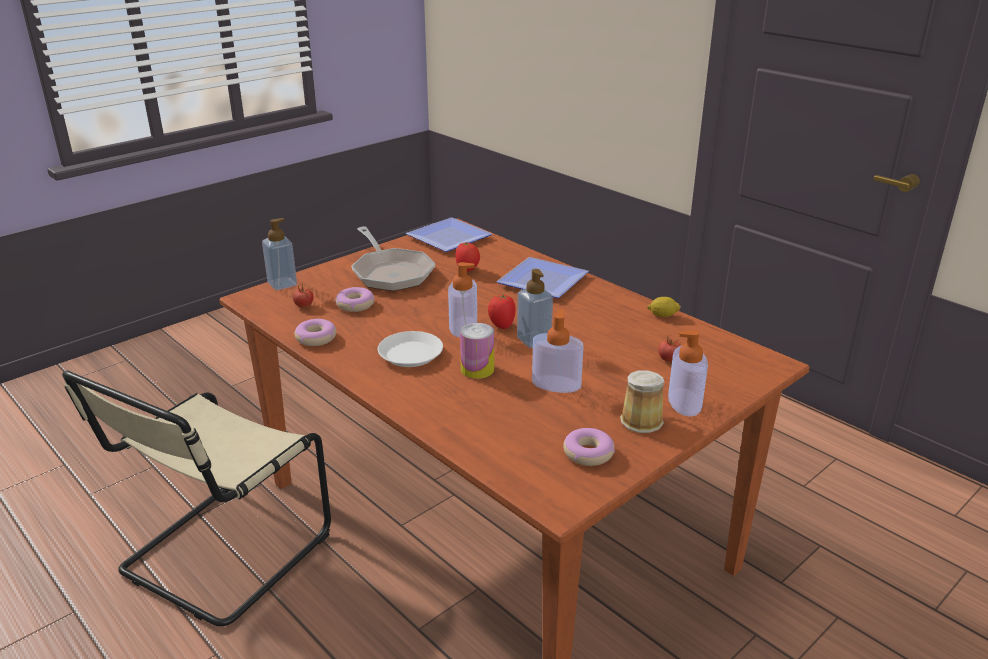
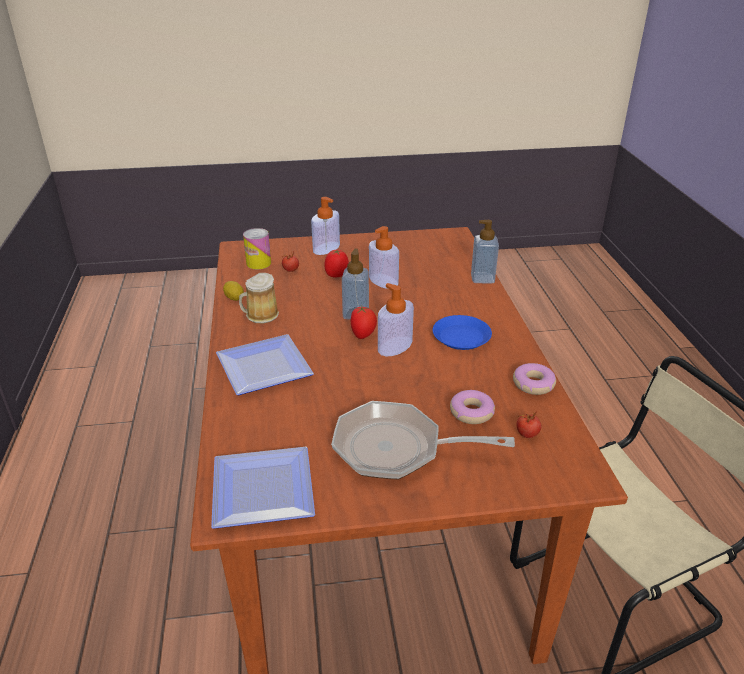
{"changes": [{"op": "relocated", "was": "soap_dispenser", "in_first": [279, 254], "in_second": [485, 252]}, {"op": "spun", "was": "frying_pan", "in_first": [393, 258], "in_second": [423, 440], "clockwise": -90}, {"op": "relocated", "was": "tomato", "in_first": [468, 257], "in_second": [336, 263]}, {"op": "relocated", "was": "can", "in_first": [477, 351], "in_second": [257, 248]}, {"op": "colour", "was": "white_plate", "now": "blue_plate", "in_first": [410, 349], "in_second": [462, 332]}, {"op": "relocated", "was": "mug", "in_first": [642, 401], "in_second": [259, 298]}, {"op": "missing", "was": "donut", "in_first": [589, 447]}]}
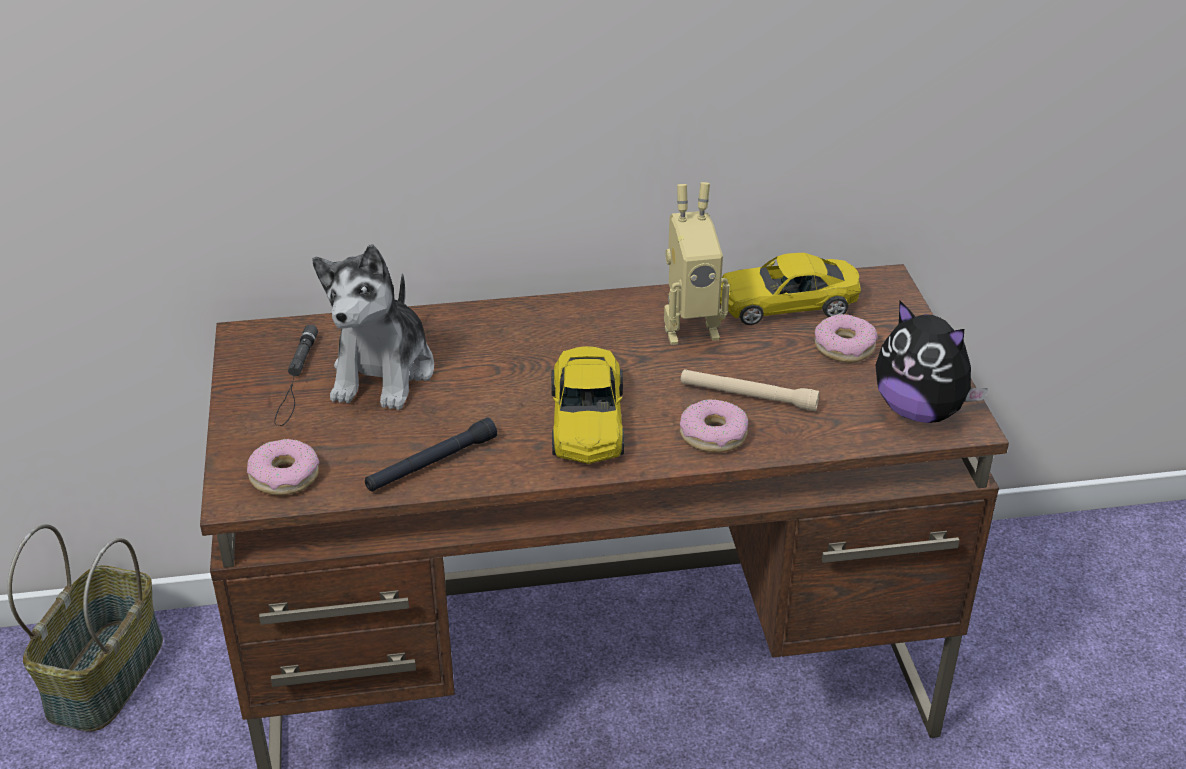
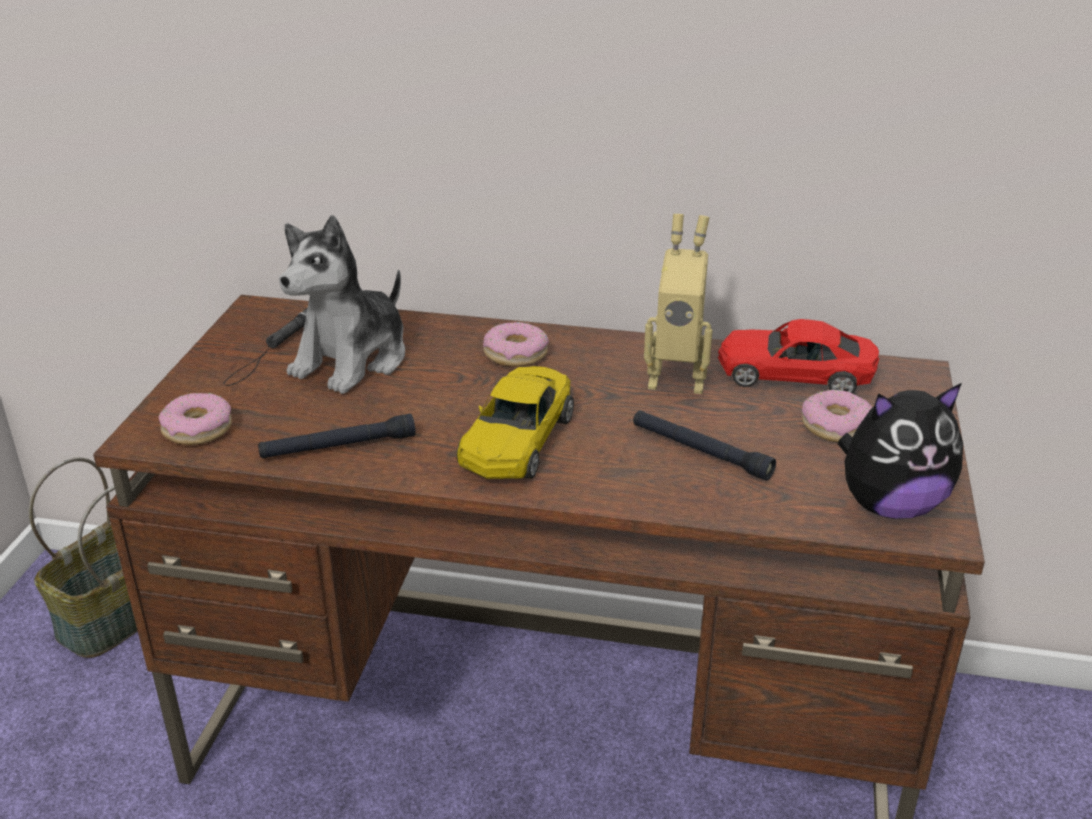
{"changes": [{"op": "colour", "was": "yellow_toy_car", "now": "red_toy_car", "in_first": [790, 289], "in_second": [798, 356]}, {"op": "spun", "was": "plush_toy", "in_first": [932, 361], "in_second": [900, 451], "clockwise": -75}, {"op": "colour", "was": "beige_flashlight", "now": "black_flashlight", "in_first": [750, 390], "in_second": [704, 445]}, {"op": "relocated", "was": "donut", "in_first": [714, 426], "in_second": [516, 344]}]}
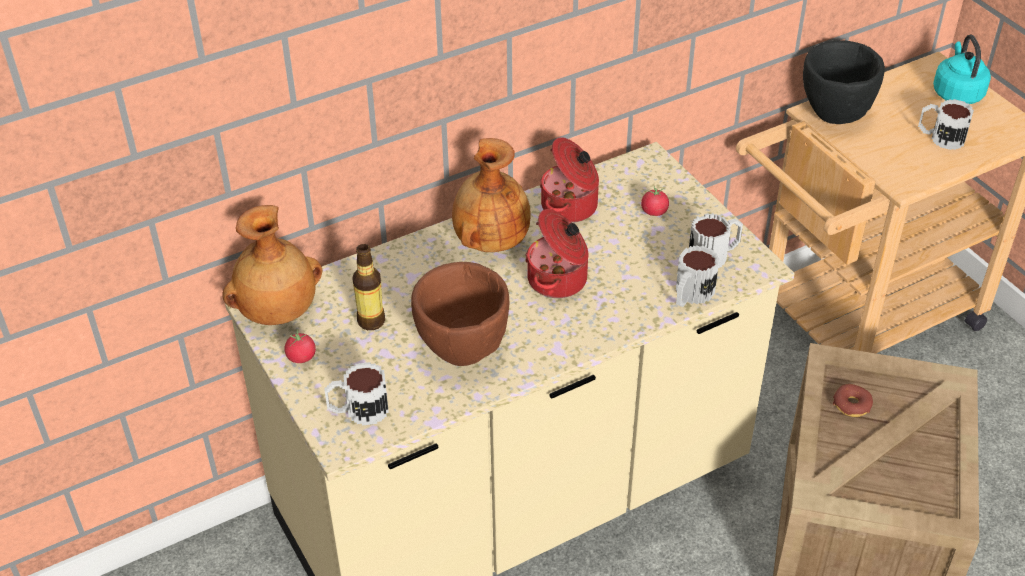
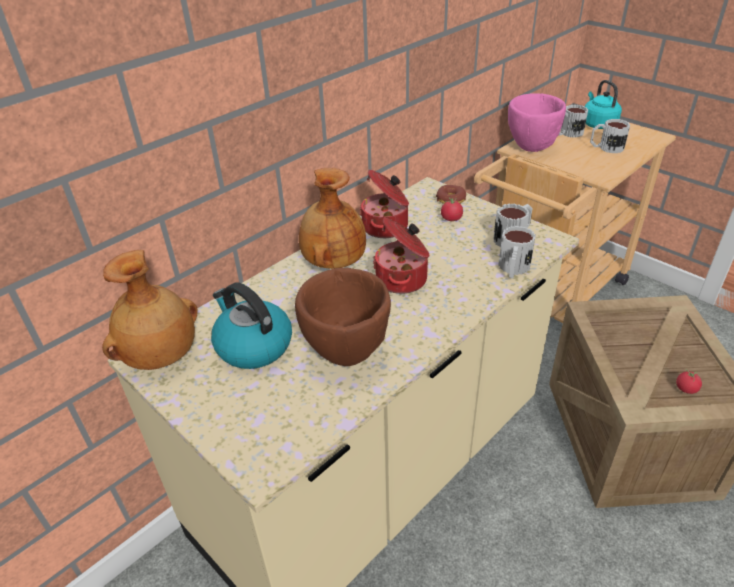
{"changes": [{"op": "colour", "was": "black_bowl", "now": "pink_bowl", "in_first": [844, 82], "in_second": [537, 122]}, {"op": "exchanged", "was": "bottle", "now": "kettle", "in_first": [368, 287], "in_second": [251, 325]}, {"op": "relocated", "was": "tomato", "in_first": [300, 346], "in_second": [689, 381]}, {"op": "relocated", "was": "mug", "in_first": [356, 394], "in_second": [573, 121]}, {"op": "relocated", "was": "donut", "in_first": [853, 400], "in_second": [451, 194]}]}
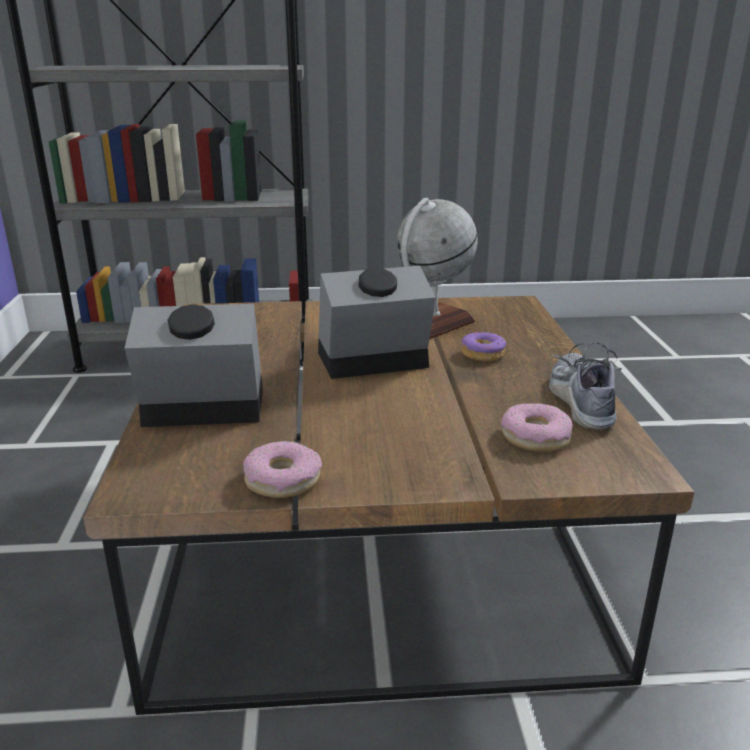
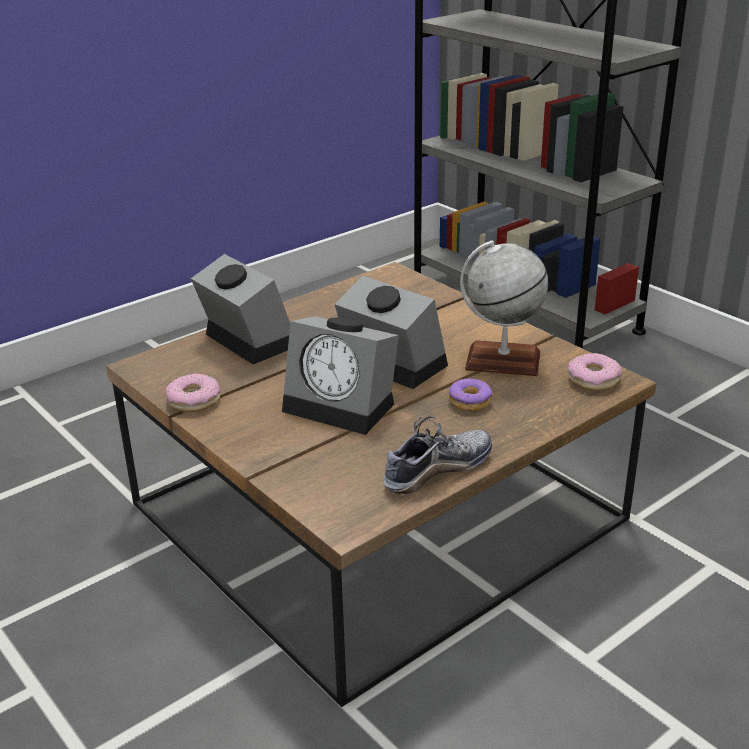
{"changes": [{"op": "relocated", "was": "donut", "in_first": [537, 427], "in_second": [595, 372]}, {"op": "appeared", "now": "alarm_clock", "in_second": [340, 375]}]}
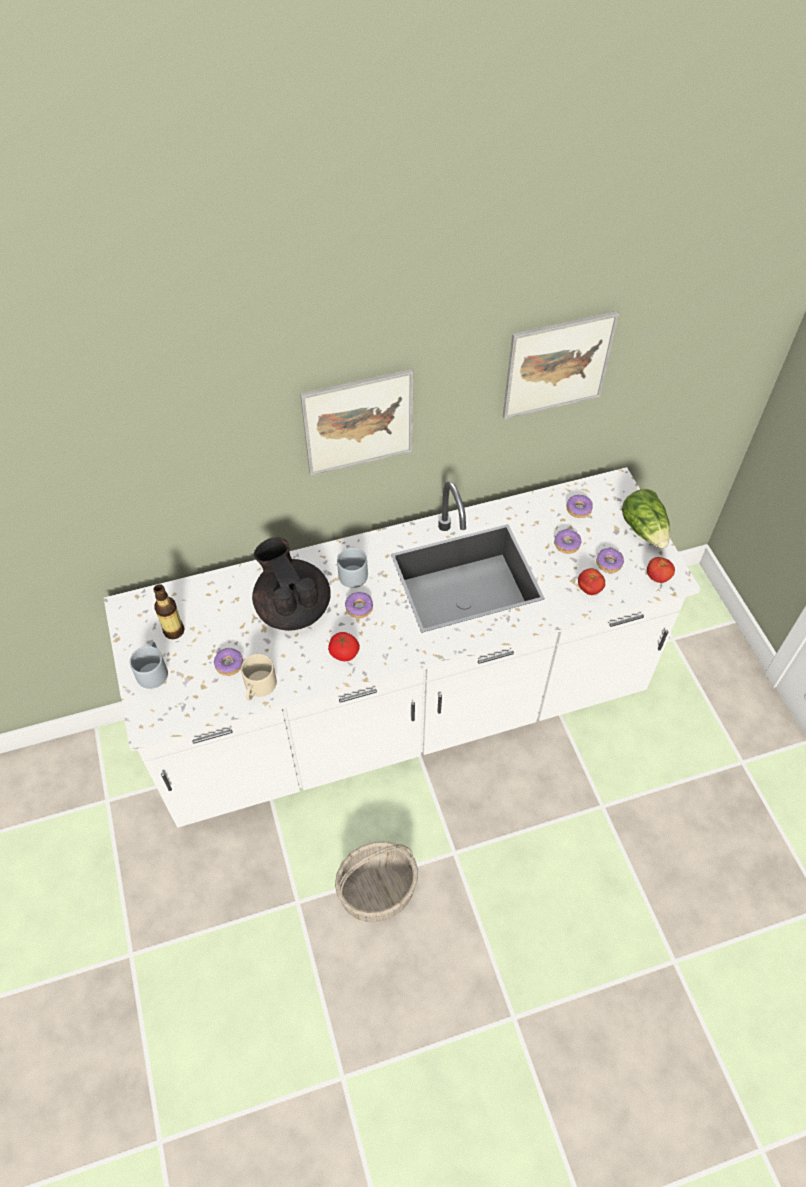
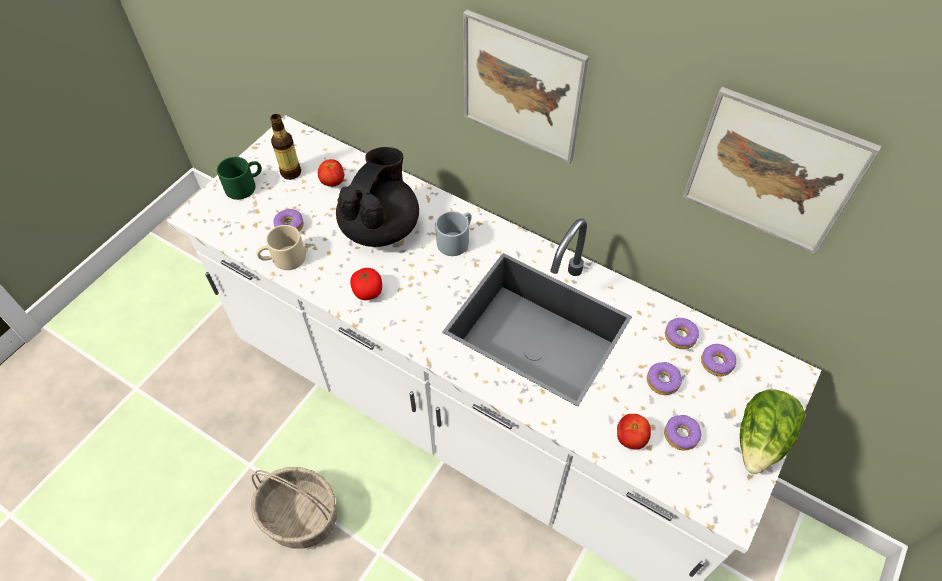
{"changes": [{"op": "relocated", "was": "tomato", "in_first": [661, 570], "in_second": [331, 173]}, {"op": "relocated", "was": "donut", "in_first": [359, 605], "in_second": [682, 333]}, {"op": "colour", "was": "grey_mug", "now": "green_mug", "in_first": [149, 665], "in_second": [239, 178]}]}
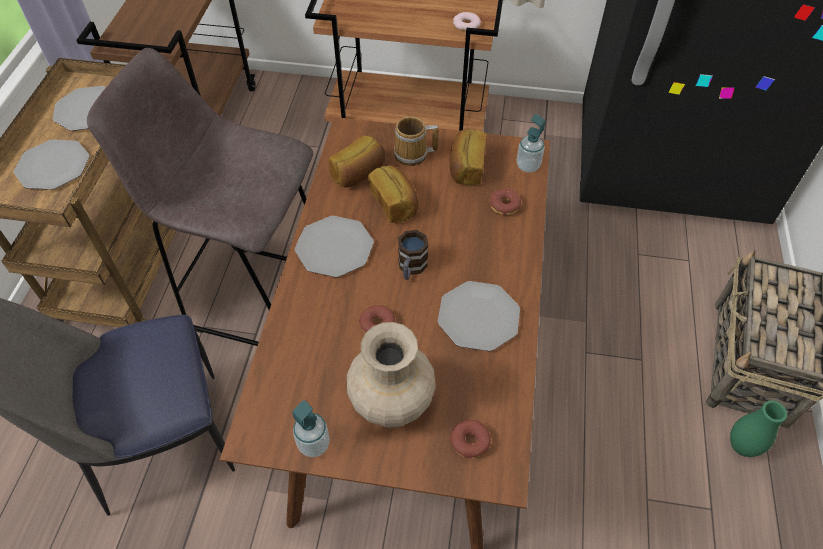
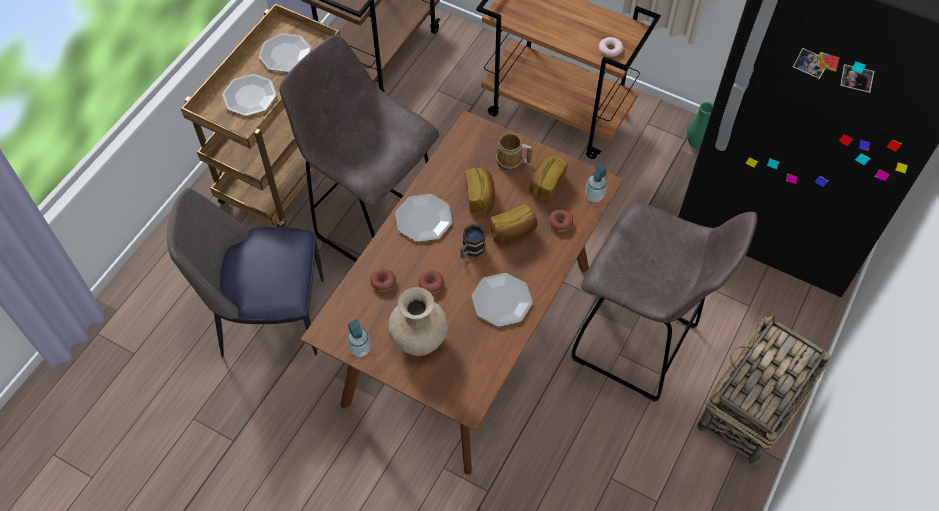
{"changes": [{"op": "relocated", "was": "bread", "in_first": [357, 162], "in_second": [514, 224]}, {"op": "relocated", "was": "green_vase", "in_first": [758, 429], "in_second": [700, 125]}, {"op": "relocated", "was": "donut", "in_first": [470, 439], "in_second": [383, 280]}, {"op": "appeared", "now": "grey_stool", "in_second": [664, 302]}]}
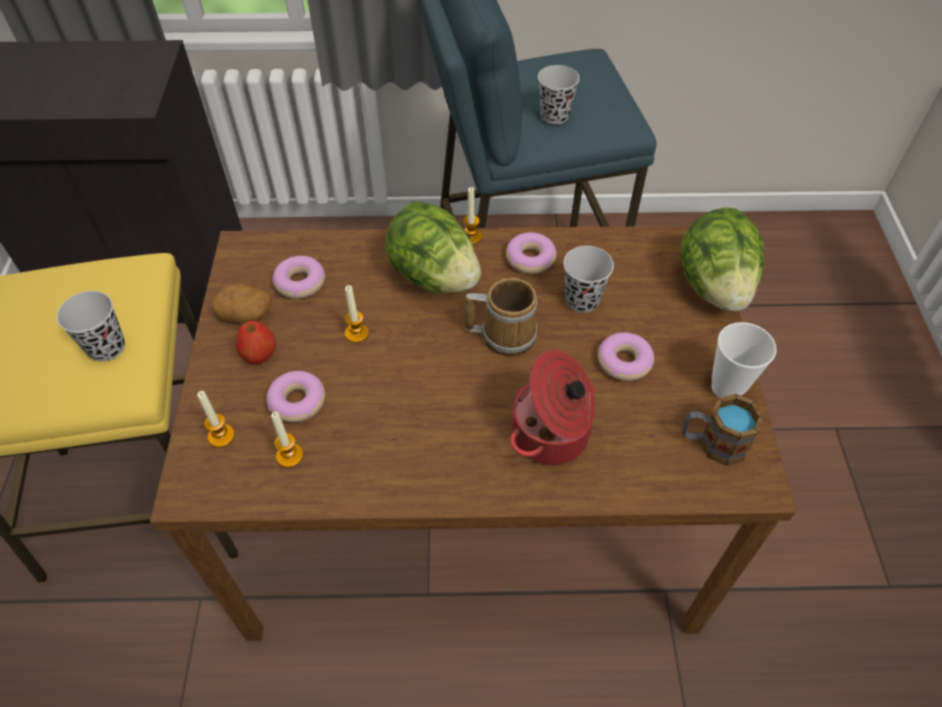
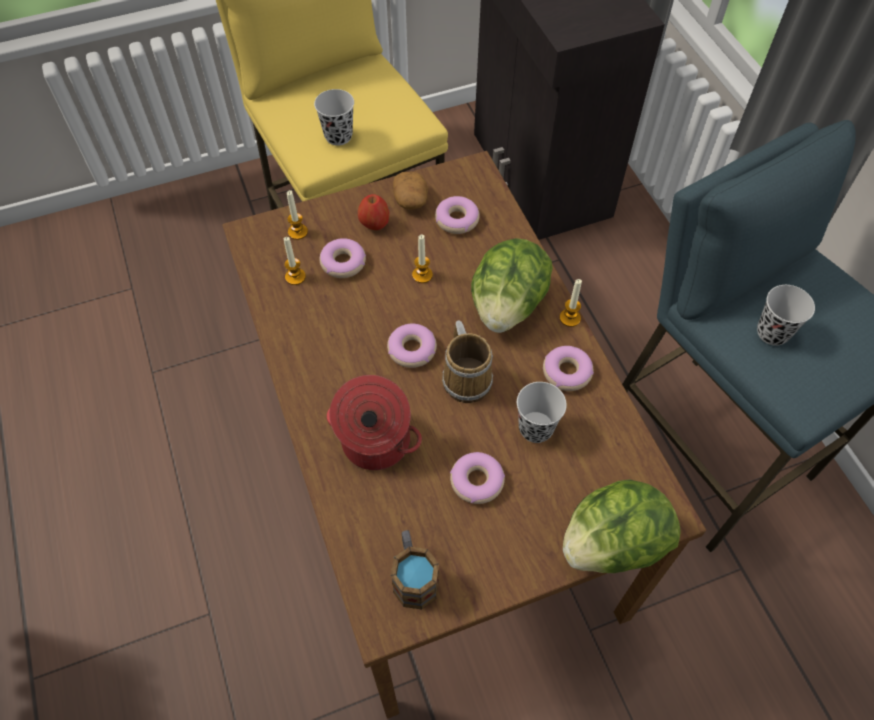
{"changes": [{"op": "missing", "was": "cup", "in_first": [744, 360]}, {"op": "appeared", "now": "donut", "in_second": [412, 346]}]}
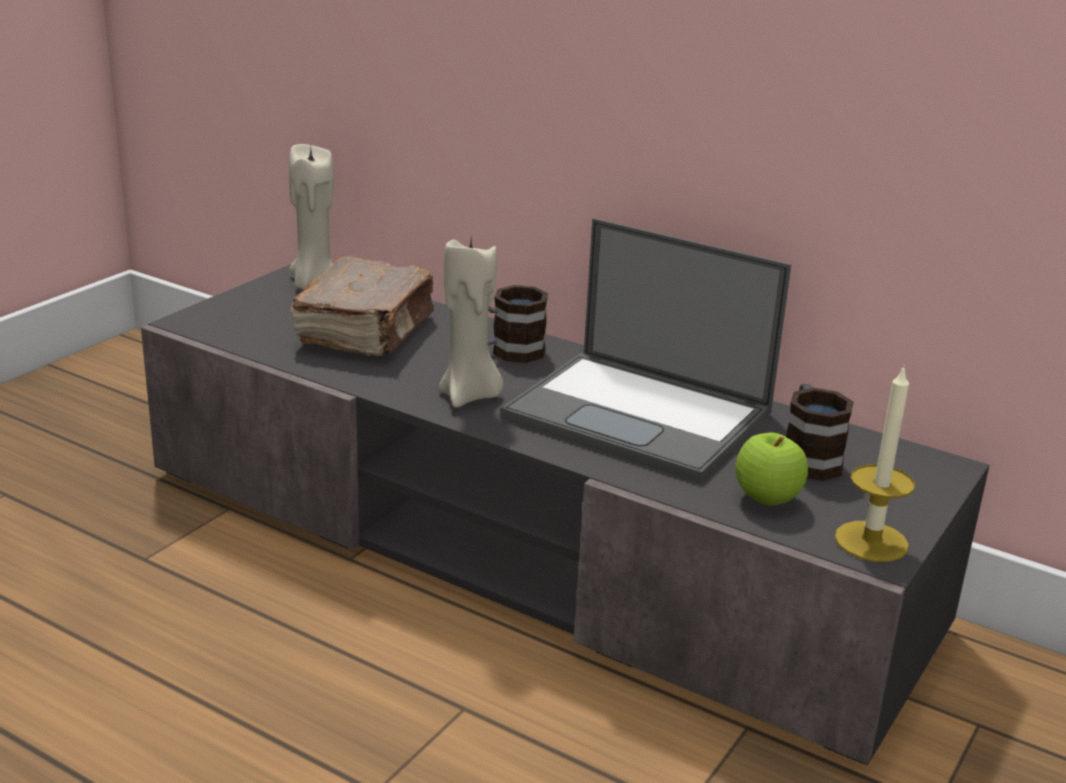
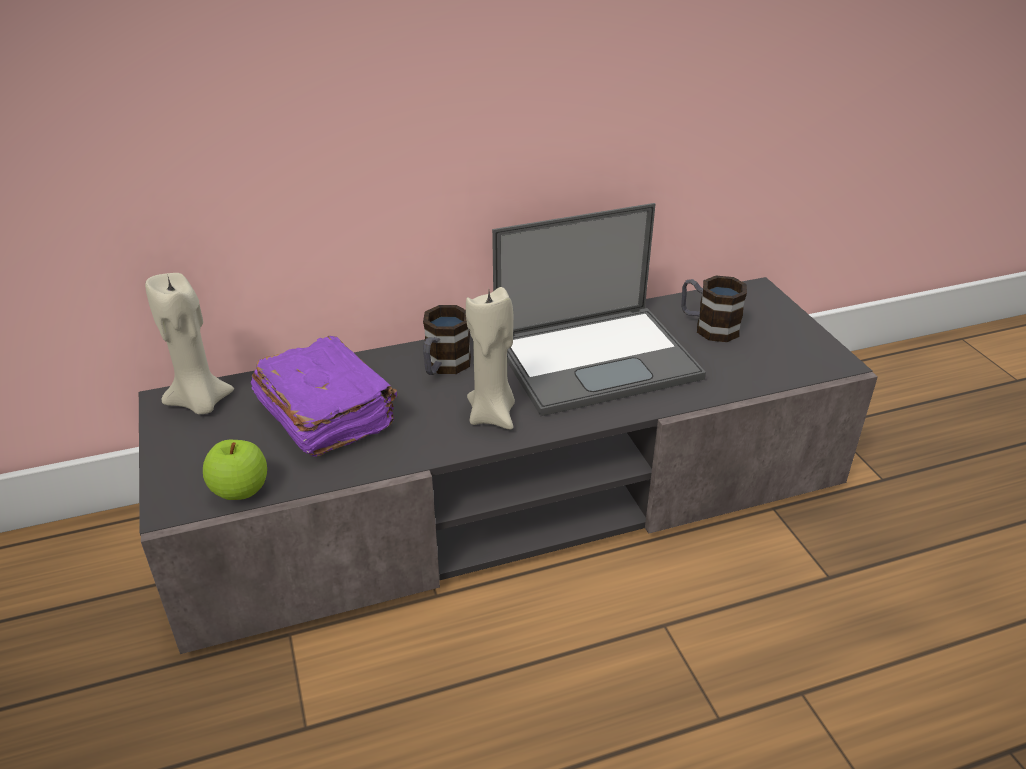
{"changes": [{"op": "colour", "was": "brown_book", "now": "purple_book", "in_first": [363, 306], "in_second": [324, 396]}, {"op": "missing", "was": "candle", "in_first": [875, 464]}, {"op": "relocated", "was": "apple", "in_first": [771, 469], "in_second": [235, 469]}]}
